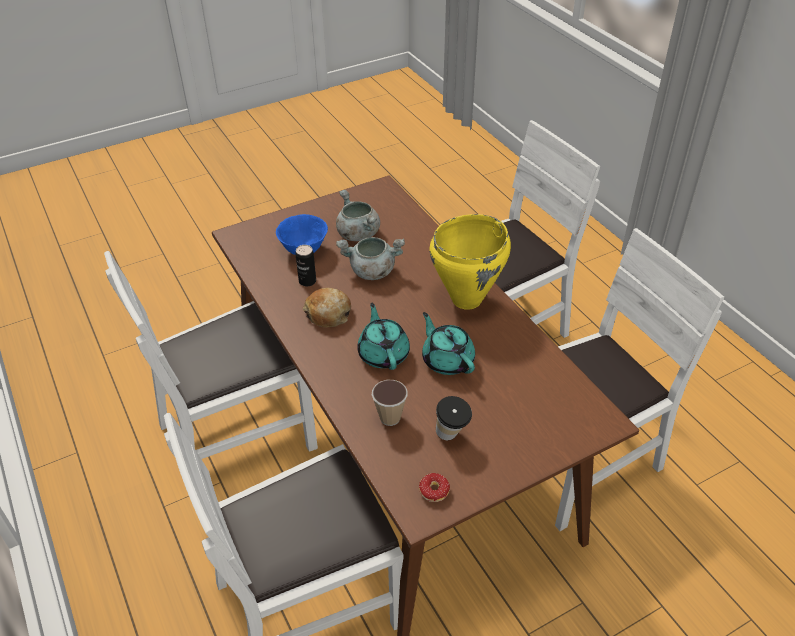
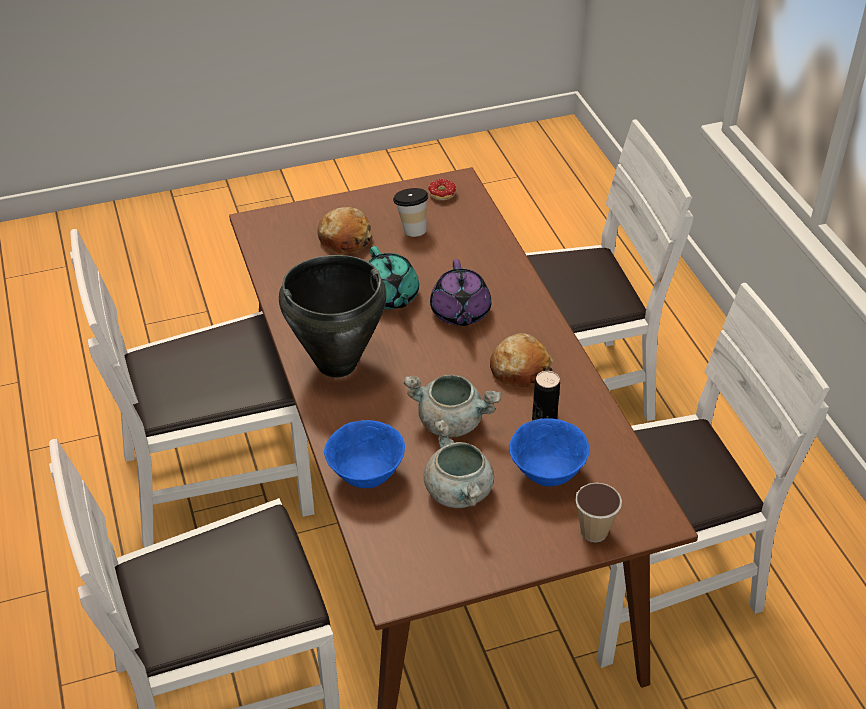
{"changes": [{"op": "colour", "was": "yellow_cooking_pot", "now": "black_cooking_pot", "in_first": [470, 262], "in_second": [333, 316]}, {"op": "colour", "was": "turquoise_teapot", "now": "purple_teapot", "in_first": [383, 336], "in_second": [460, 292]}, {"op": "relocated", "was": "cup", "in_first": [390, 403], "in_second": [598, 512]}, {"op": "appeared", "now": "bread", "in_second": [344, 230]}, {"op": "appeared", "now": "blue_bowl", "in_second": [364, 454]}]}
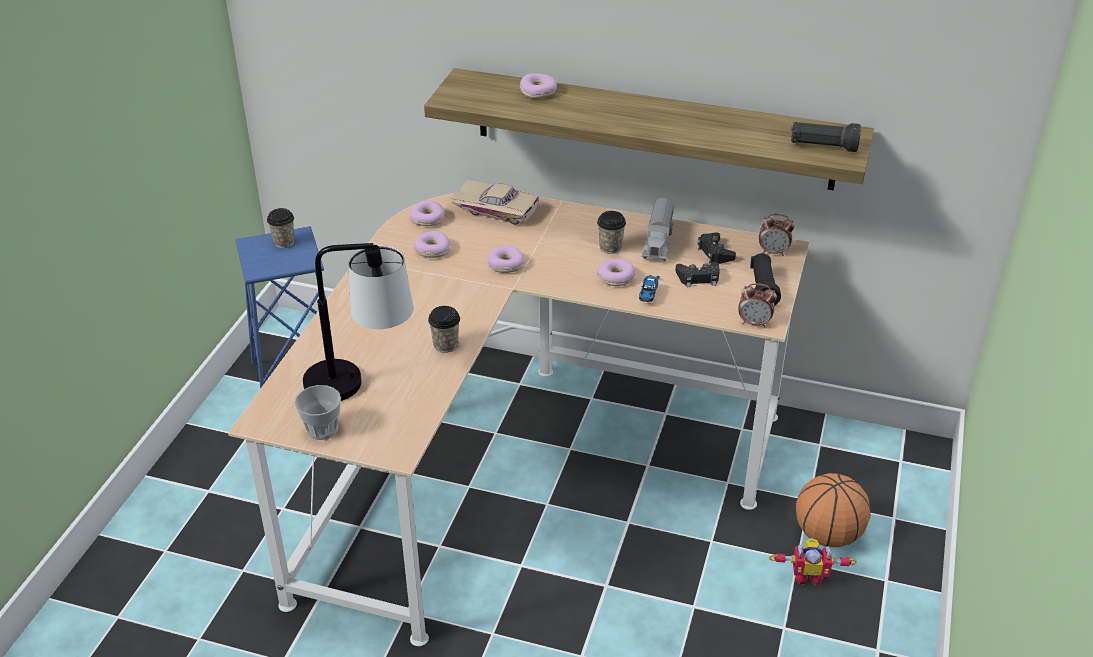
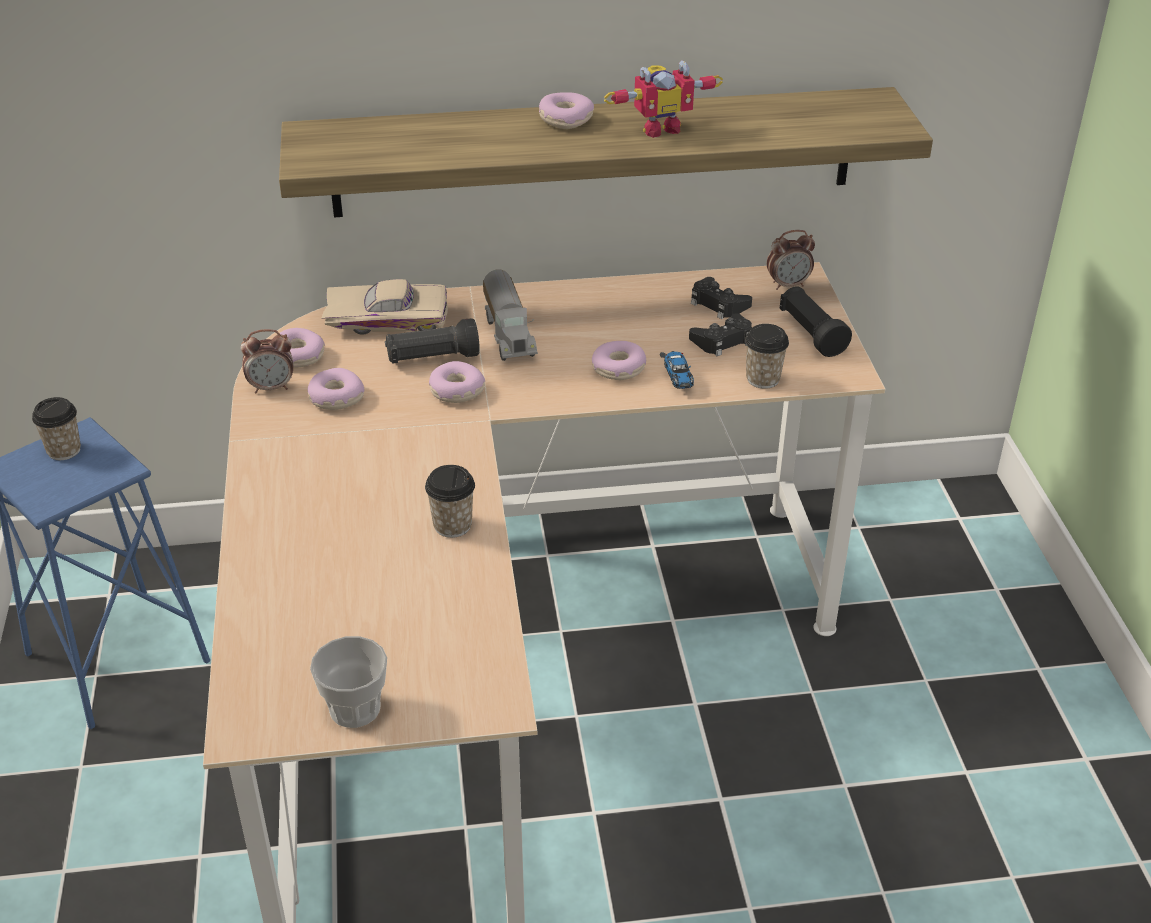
{"changes": [{"op": "relocated", "was": "donut", "in_first": [538, 86], "in_second": [566, 111]}, {"op": "relocated", "was": "black_flashlight", "in_first": [826, 137], "in_second": [432, 341]}, {"op": "relocated", "was": "toy_truck", "in_first": [658, 229], "in_second": [510, 315]}, {"op": "relocated", "was": "cup", "in_first": [611, 232], "in_second": [767, 356]}, {"op": "missing", "was": "table_lamp", "in_first": [358, 322]}, {"op": "relocated", "was": "alarm_clock", "in_first": [758, 305], "in_second": [267, 361]}, {"op": "missing", "was": "basketball", "in_first": [833, 510]}, {"op": "relocated", "was": "toy_robot", "in_first": [813, 562], "in_second": [663, 99]}]}
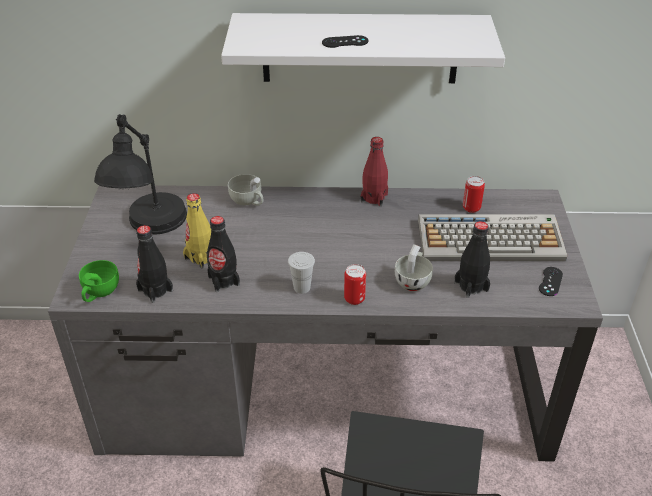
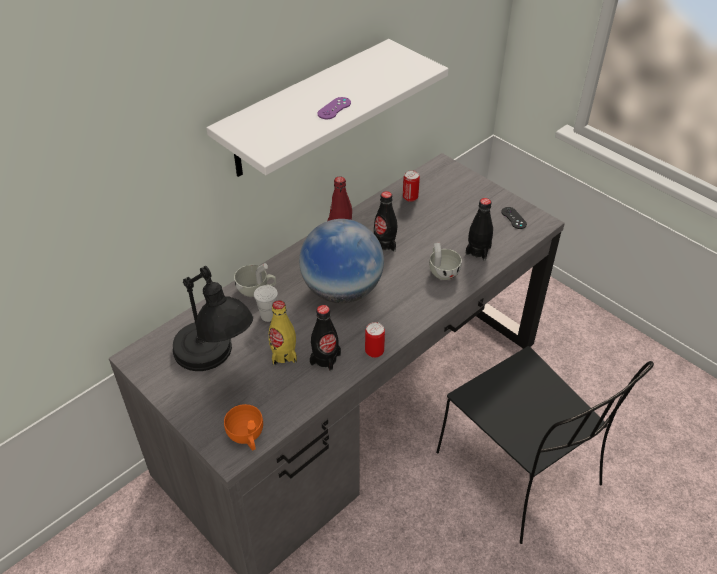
{"changes": [{"op": "colour", "was": "black_game_controller", "now": "purple_game_controller", "in_first": [345, 41], "in_second": [334, 108]}, {"op": "missing", "was": "keyboard", "in_first": [492, 237]}, {"op": "relocated", "was": "black_bottle", "in_first": [154, 264], "in_second": [385, 221]}, {"op": "relocated", "was": "white_cup", "in_first": [301, 273], "in_second": [266, 303]}, {"op": "colour", "was": "green_cup", "now": "orange_cup", "in_first": [99, 281], "in_second": [243, 427]}, {"op": "relocated", "was": "can", "in_first": [355, 284], "in_second": [375, 340]}, {"op": "appeared", "now": "globe", "in_second": [341, 261]}]}
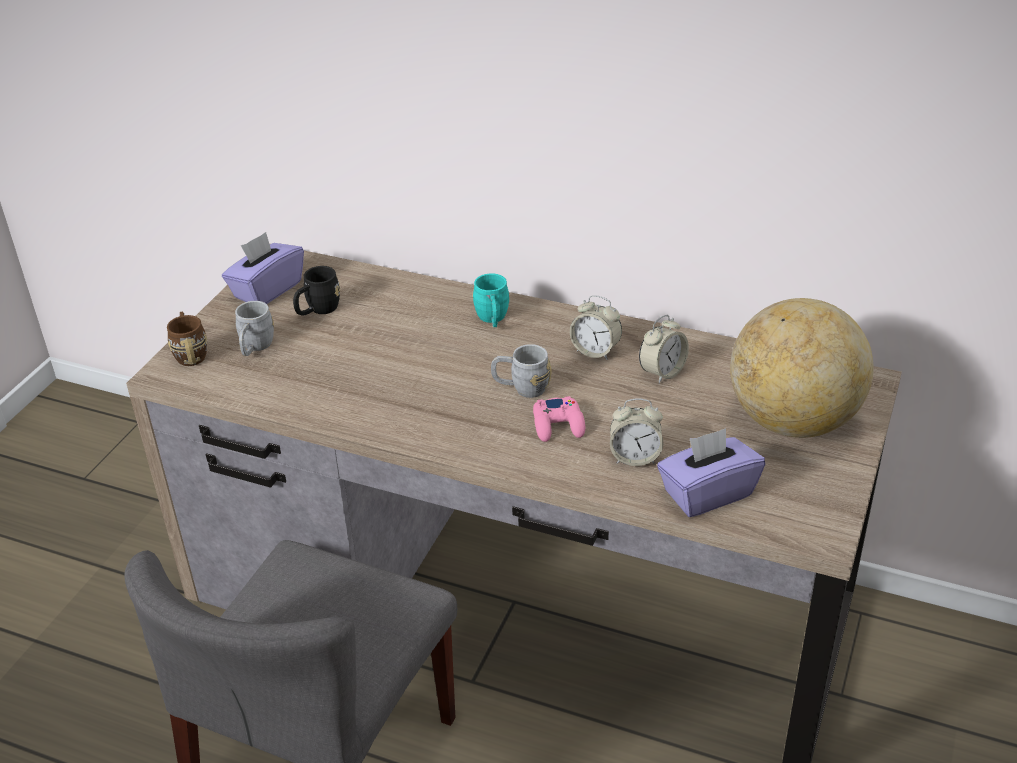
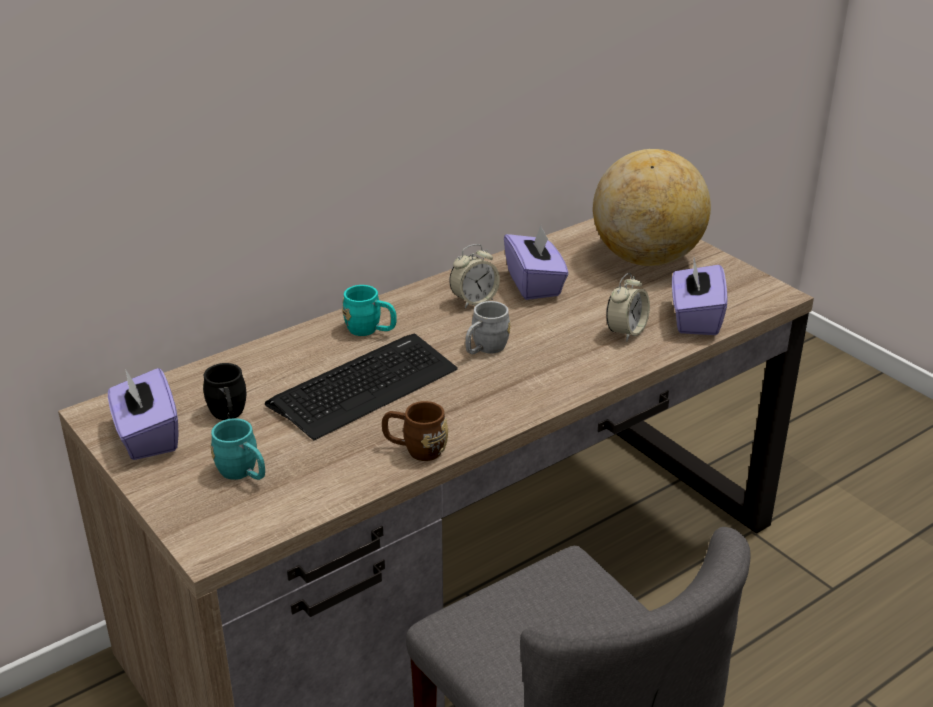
{"changes": [{"op": "colour", "was": "grey_mug", "now": "turquoise_mug", "in_first": [254, 328], "in_second": [237, 449]}, {"op": "relocated", "was": "brown_mug", "in_first": [187, 338], "in_second": [415, 431]}, {"op": "exchanged", "was": "alarm_clock", "now": "purple_tissue_box", "in_first": [664, 349], "in_second": [536, 263]}, {"op": "missing", "was": "pink_game_controller", "in_first": [559, 419]}, {"op": "appeared", "now": "keyboard", "in_second": [361, 387]}]}
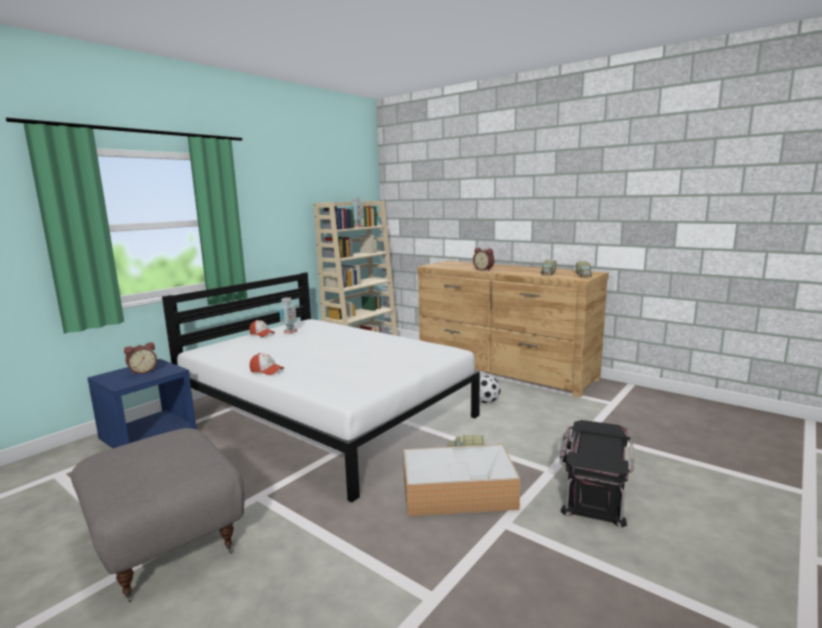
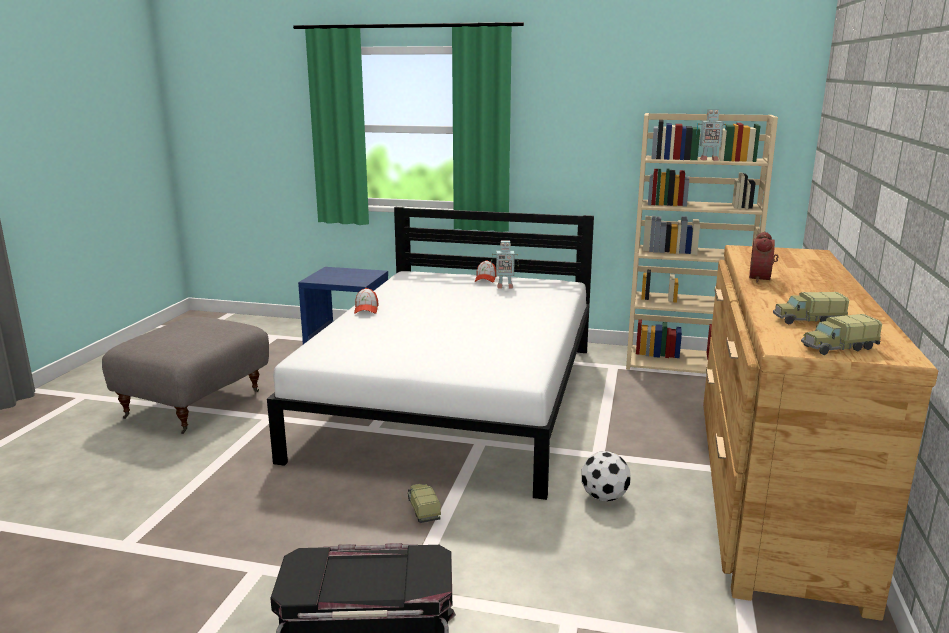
{"changes": [{"op": "missing", "was": "alarm_clock", "in_first": [140, 358]}, {"op": "missing", "was": "storage_box", "in_first": [462, 480]}]}
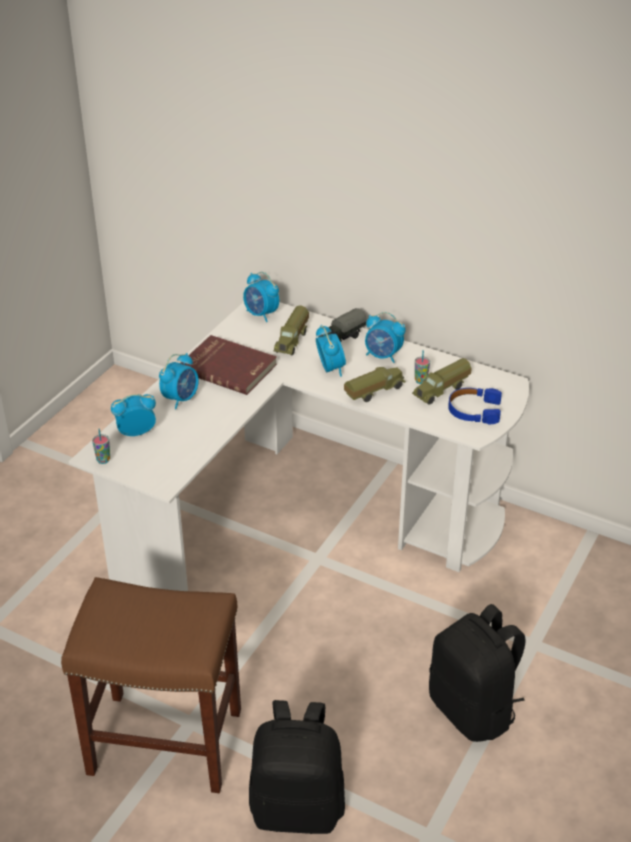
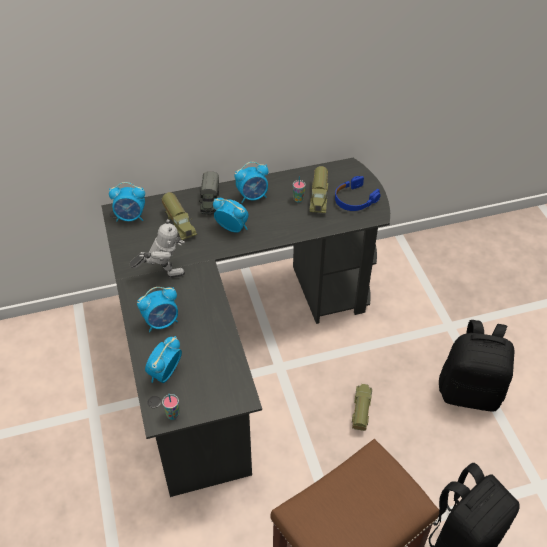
{"changes": [{"op": "colour", "was": "white_desk", "now": "black_desk", "in_first": [299, 446], "in_second": [245, 327]}, {"op": "exchanged", "was": "red_book", "now": "toy_robot", "in_first": [229, 365], "in_second": [157, 248]}, {"op": "spun", "was": "alarm_clock", "in_first": [179, 381], "in_second": [157, 310], "clockwise": 75}, {"op": "relocated", "was": "toy_truck", "in_first": [375, 384], "in_second": [362, 407]}]}
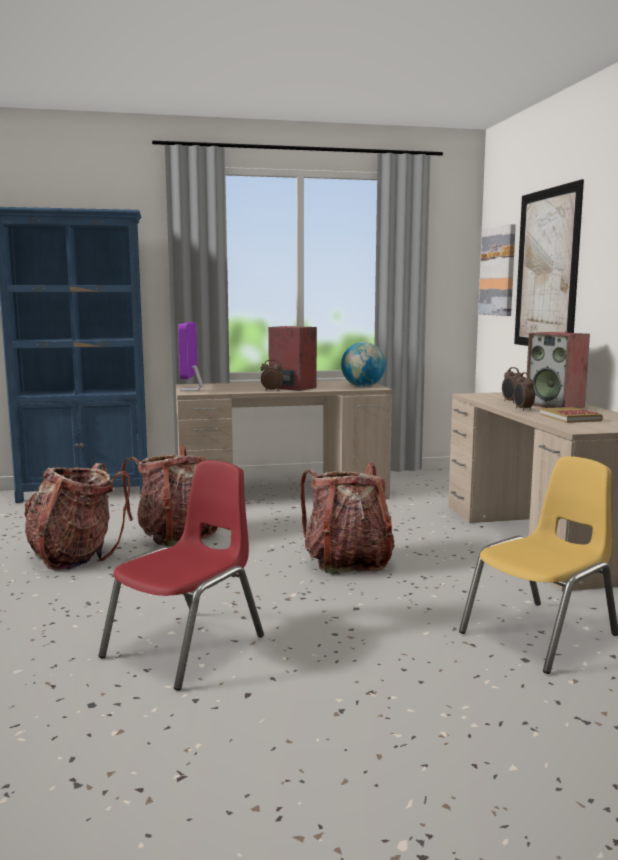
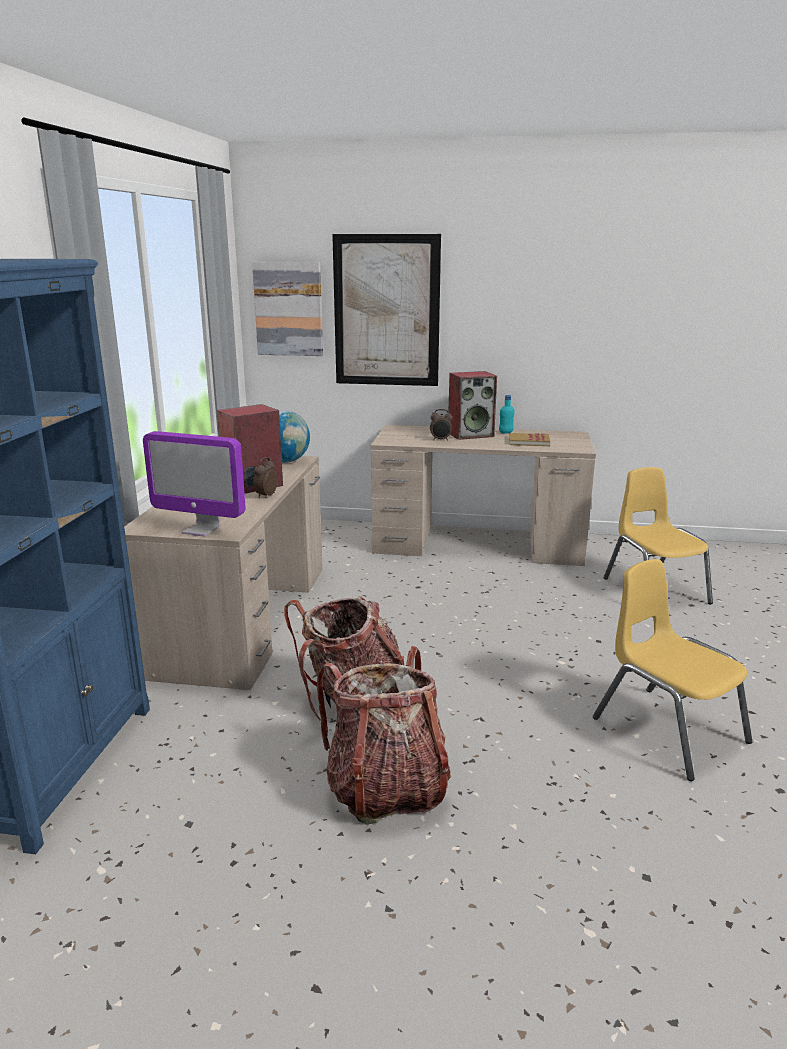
{"changes": [{"op": "missing", "was": "alarm_clock", "in_first": [524, 391]}, {"op": "colour", "was": "red_chair", "now": "yellow_chair", "in_first": [181, 575], "in_second": [673, 670]}, {"op": "missing", "was": "backpack", "in_first": [347, 518]}, {"op": "appeared", "now": "turquoise_bottle", "in_second": [507, 414]}]}
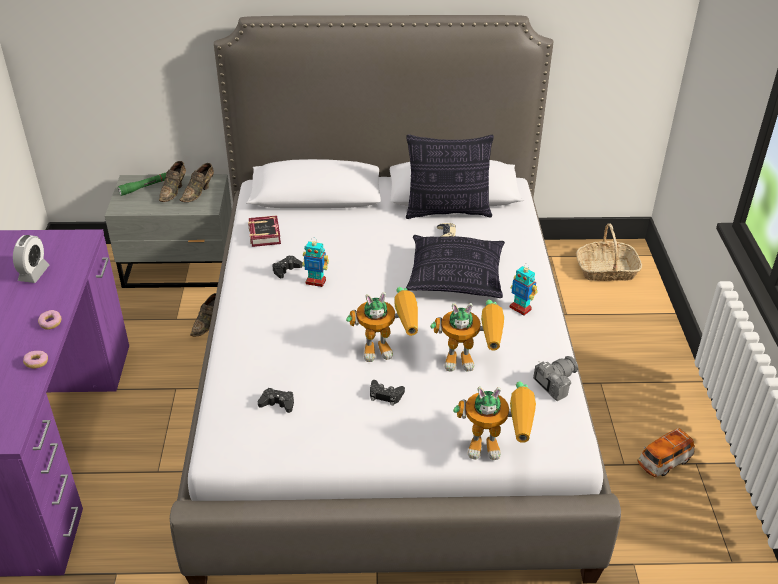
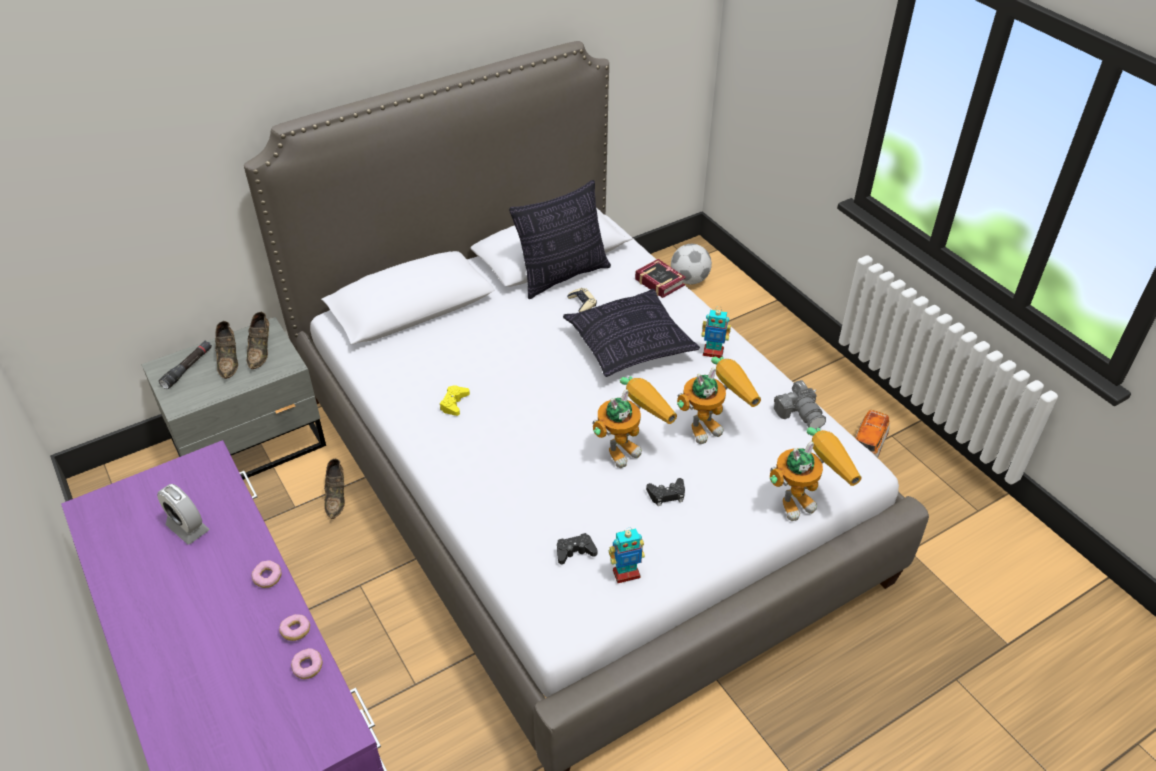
{"changes": [{"op": "colour", "was": "green_flashlight", "now": "black_flashlight", "in_first": [142, 184], "in_second": [185, 364]}, {"op": "relocated", "was": "book", "in_first": [264, 231], "in_second": [660, 278]}, {"op": "exchanged", "was": "basket", "now": "football", "in_first": [609, 252], "in_second": [691, 264]}, {"op": "spun", "was": "alarm_clock", "in_first": [31, 259], "in_second": [183, 514], "clockwise": 150}, {"op": "relocated", "was": "toy_robot", "in_first": [315, 262], "in_second": [627, 555]}, {"op": "colour", "was": "black_game_controller", "now": "yellow_game_controller", "in_first": [287, 266], "in_second": [455, 400]}, {"op": "spun", "was": "photo_camera", "in_first": [555, 378], "in_second": [800, 404], "clockwise": 135}, {"op": "appeared", "now": "donut", "in_second": [307, 663]}]}
